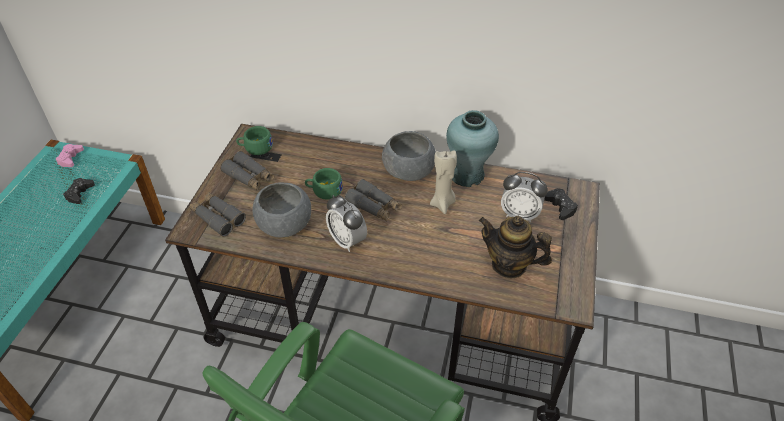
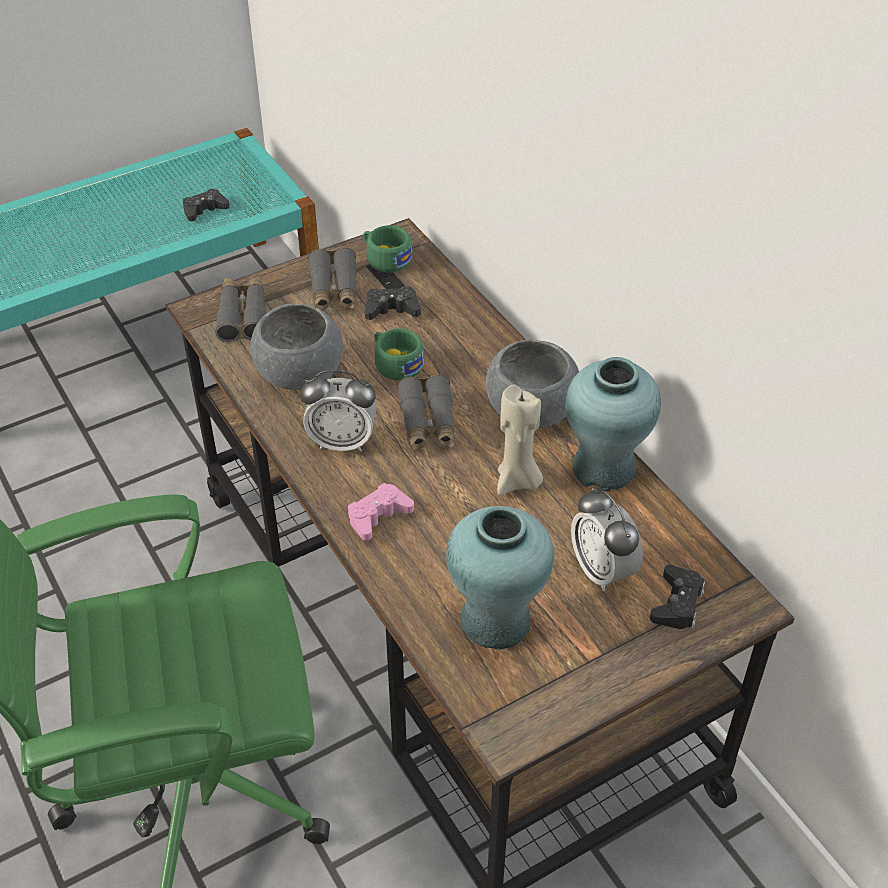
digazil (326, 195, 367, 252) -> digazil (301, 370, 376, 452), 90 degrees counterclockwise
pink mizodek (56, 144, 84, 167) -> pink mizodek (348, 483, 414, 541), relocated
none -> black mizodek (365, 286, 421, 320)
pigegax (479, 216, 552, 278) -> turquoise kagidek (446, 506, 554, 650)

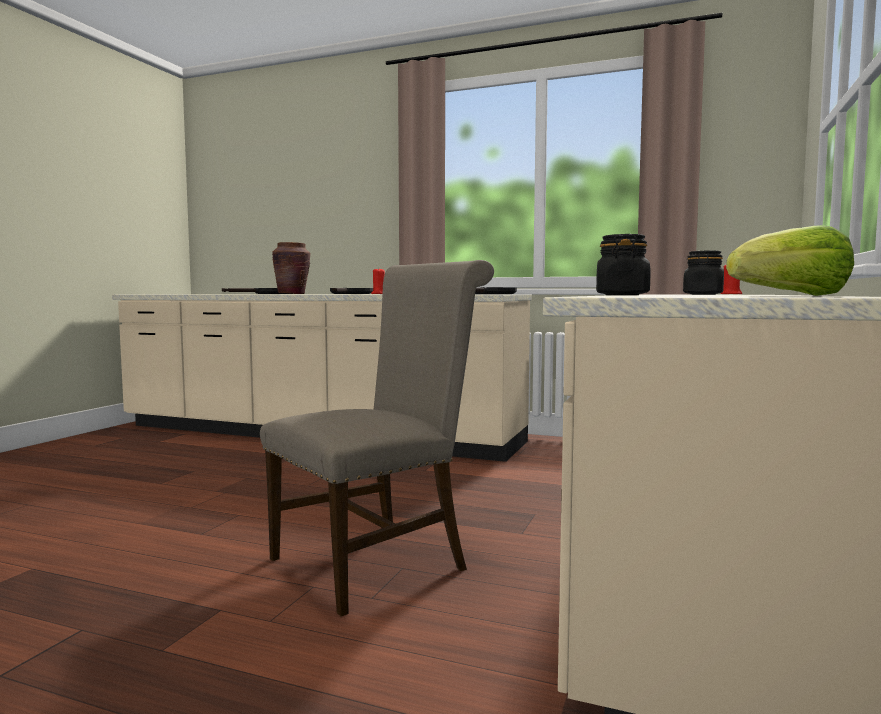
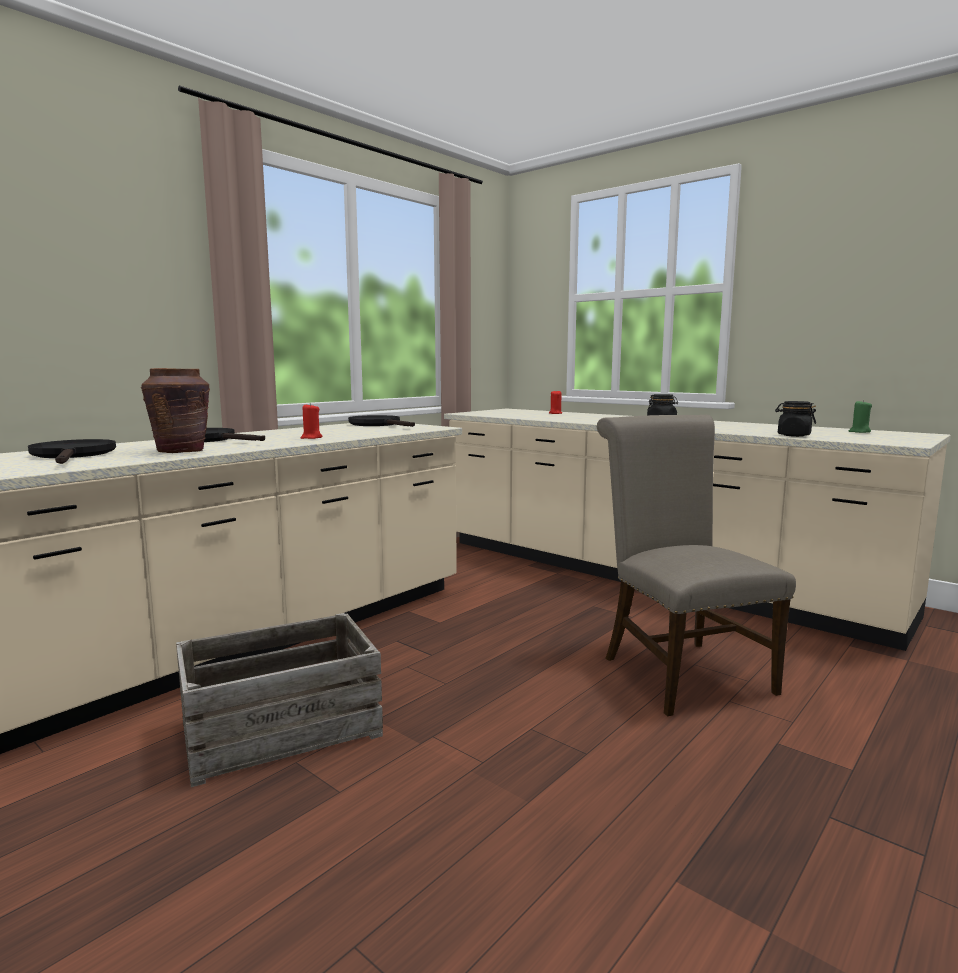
none -> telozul (176, 613, 383, 787)
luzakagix (726, 225, 854, 296) -> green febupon (849, 400, 872, 433)

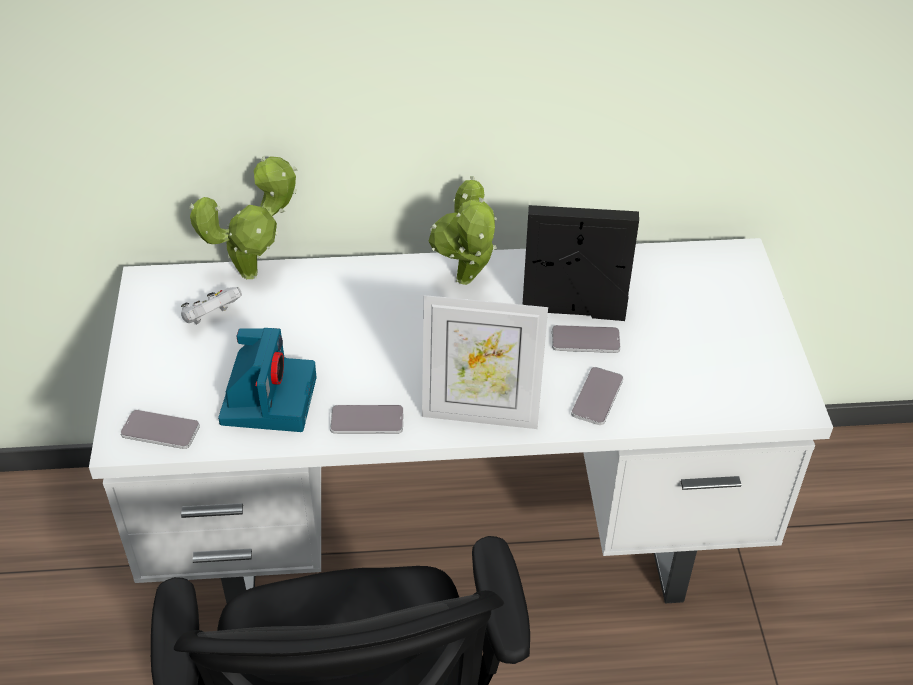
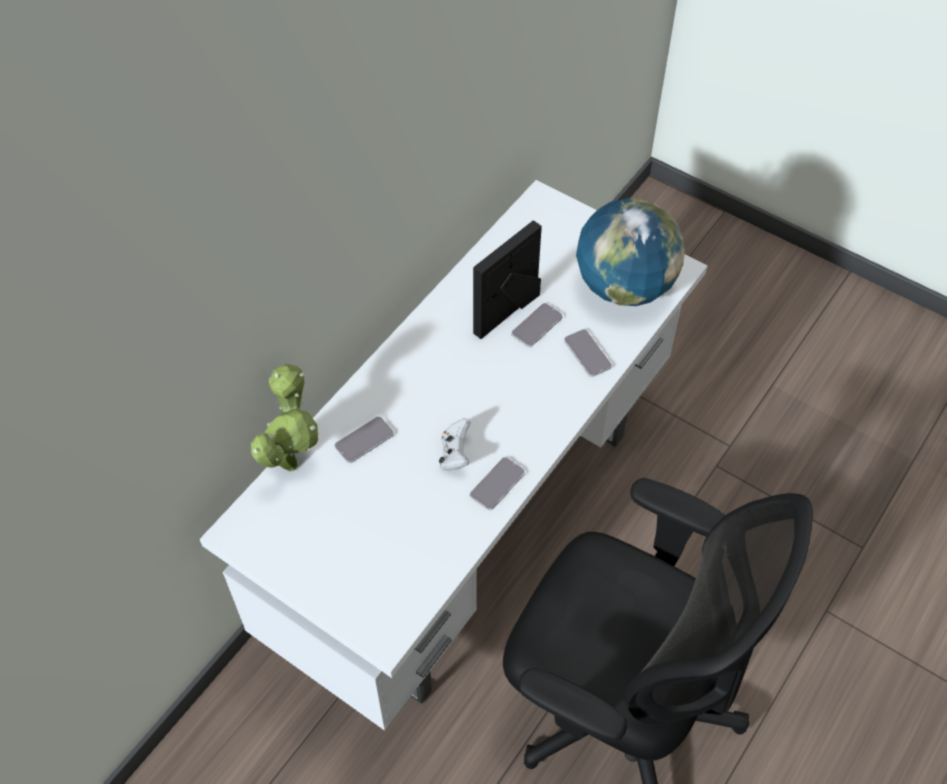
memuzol (120, 410, 200, 449) -> memuzol (335, 416, 394, 463), relocated
white mizodek (181, 287, 242, 325) -> white mizodek (439, 418, 471, 471), relocated
none -> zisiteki (576, 198, 685, 306)
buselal (218, 328, 317, 432) -> none
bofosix (422, 295, 548, 429) -> none
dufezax (429, 176, 497, 285) -> none

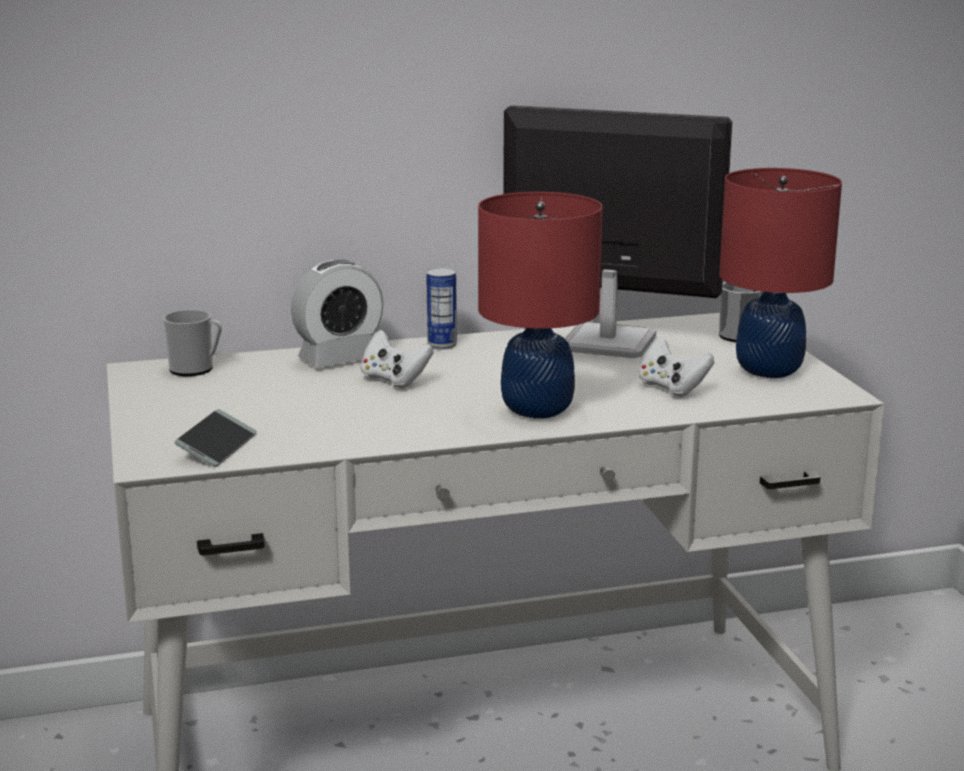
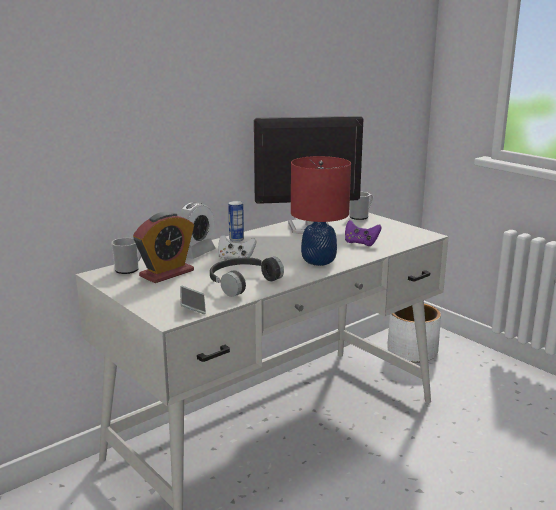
none -> digazil (133, 212, 194, 283)
none -> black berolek (210, 257, 284, 297)
white mizodek (639, 336, 714, 397) -> purple mizodek (345, 220, 382, 246)
none -> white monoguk (387, 303, 441, 363)
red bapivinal (719, 168, 842, 378) -> none

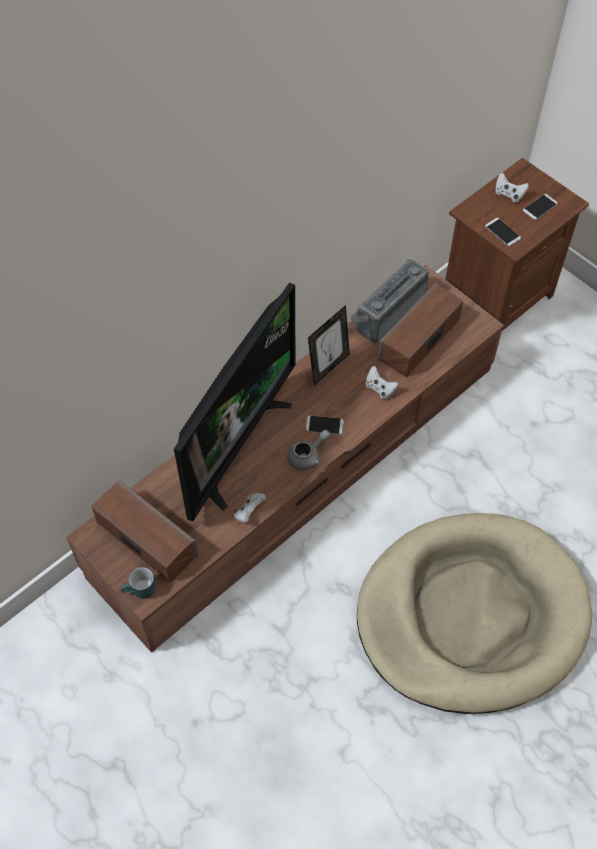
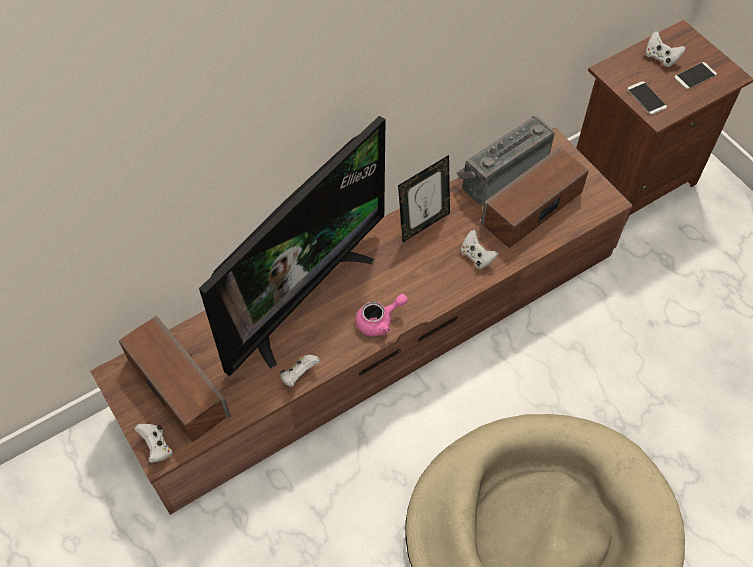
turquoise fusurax (120, 567, 156, 599) -> white mizodek (134, 424, 173, 463)
grey pigegax (287, 430, 330, 470) -> pink pigegax (355, 294, 408, 336)
memuzol (306, 415, 344, 435) -> none

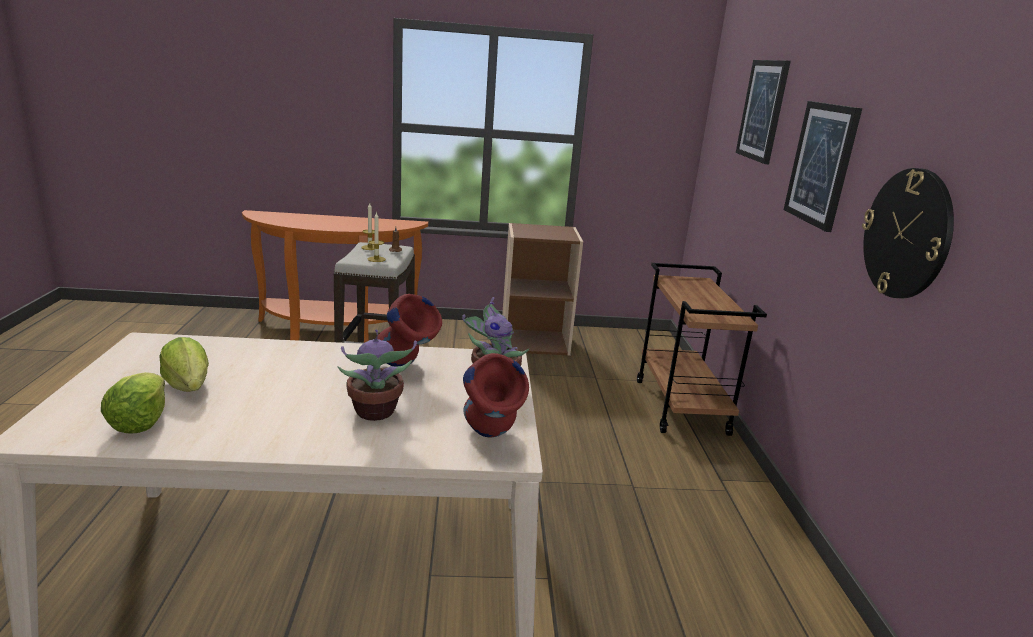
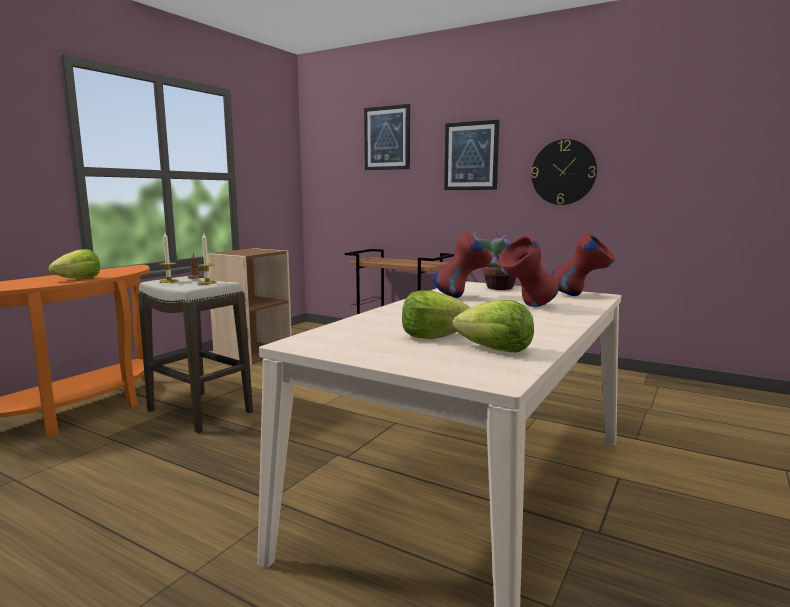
none -> luzakagix (49, 249, 100, 279)
dufezax (338, 329, 417, 421) -> red kagidek (498, 236, 559, 307)

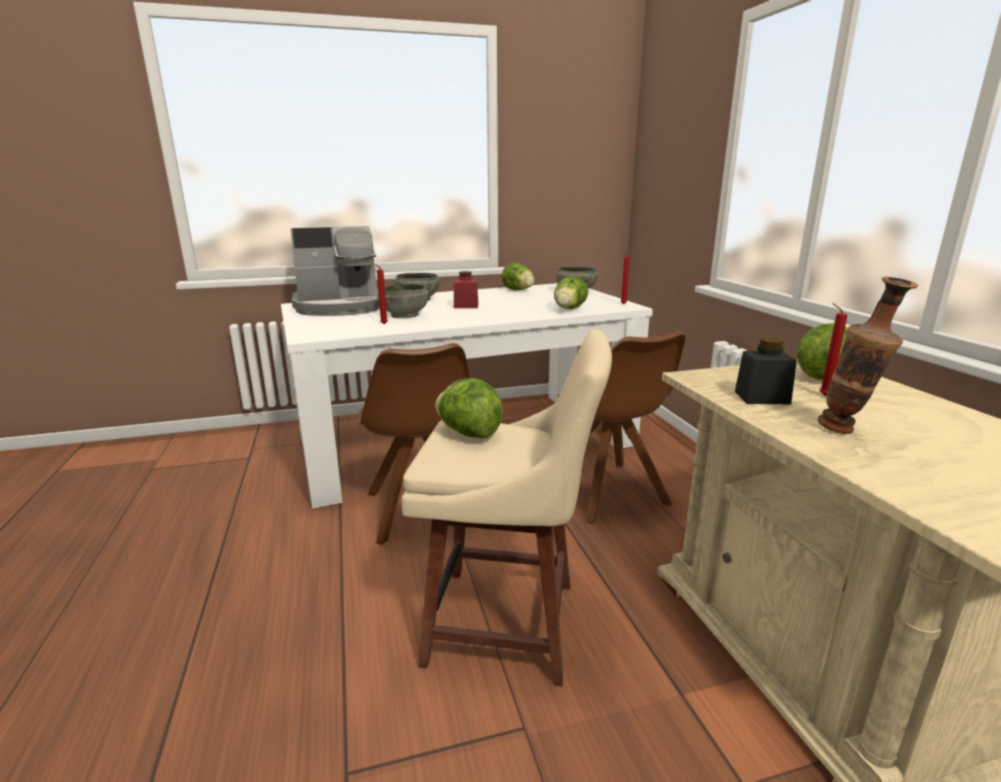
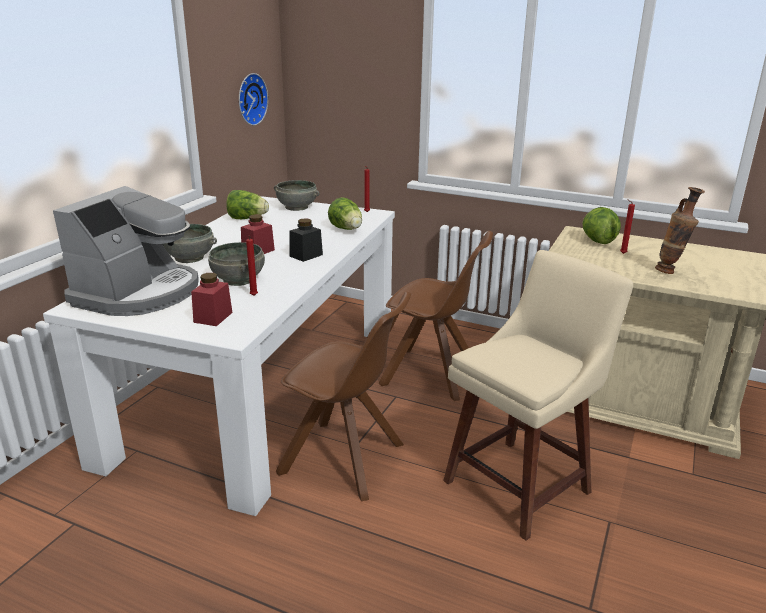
none -> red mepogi (191, 273, 233, 326)
none -> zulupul (239, 73, 268, 126)
black mepogi (735, 337, 797, 404) -> black mepogi (290, 218, 323, 262), relocated
luzakagix (435, 378, 503, 438) -> none

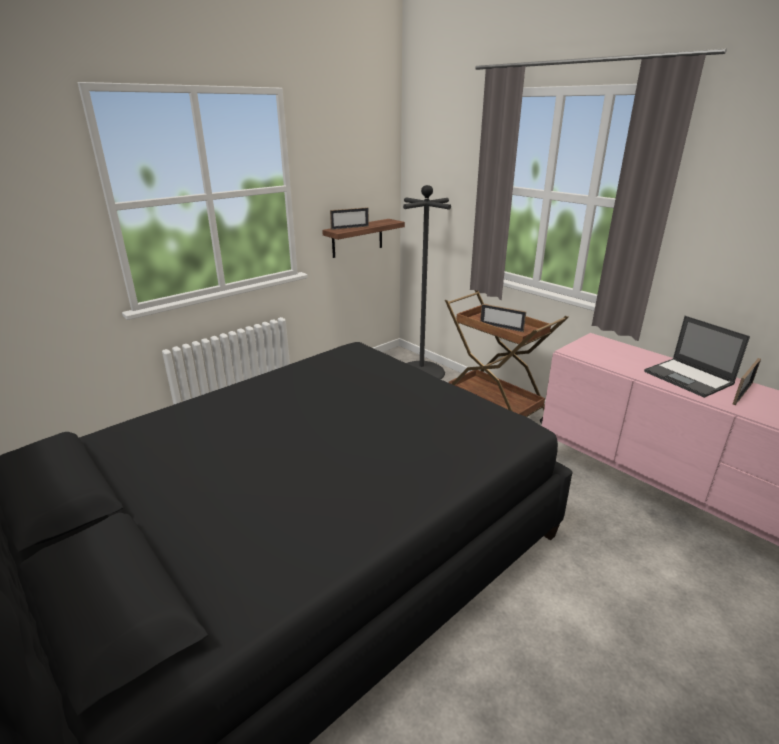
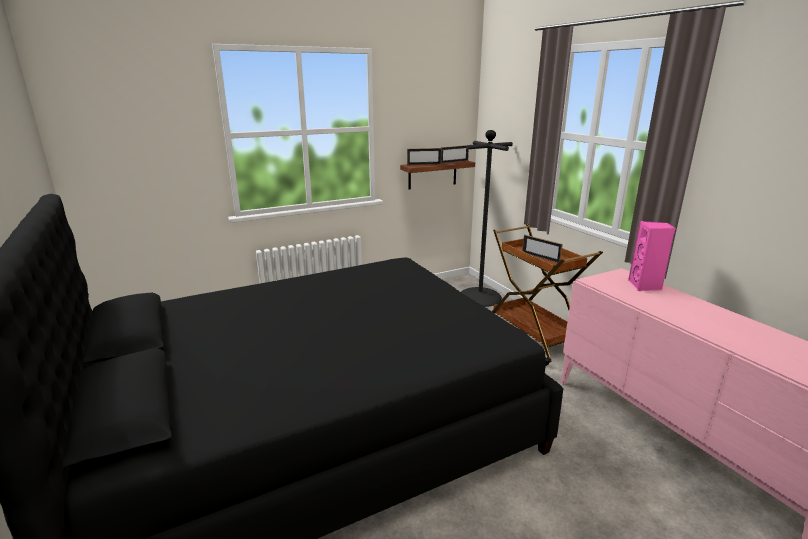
bofosix (733, 358, 761, 405) -> bofosix (441, 145, 469, 164), relocated
none -> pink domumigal (628, 221, 675, 291)
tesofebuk (644, 316, 750, 398) -> none

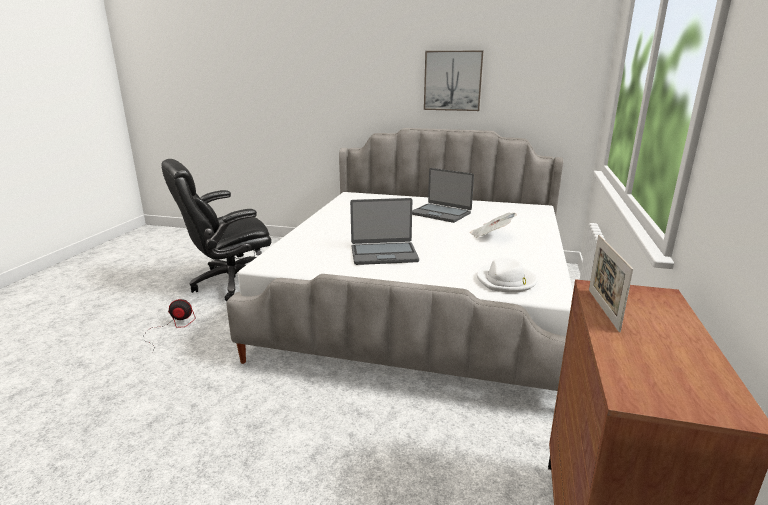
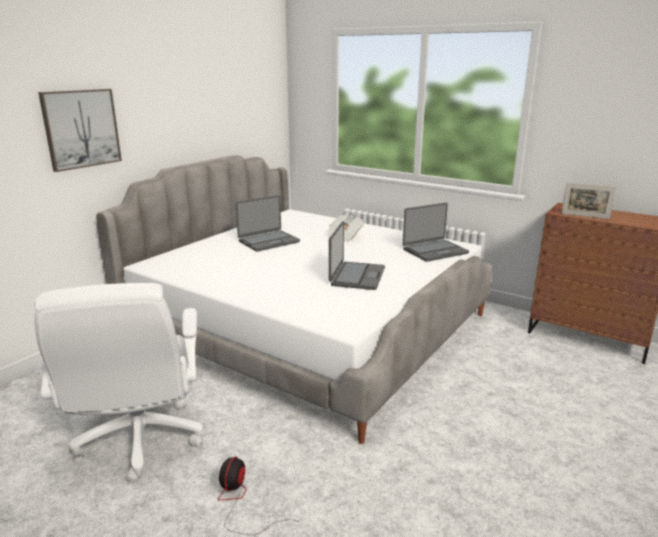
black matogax (161, 159, 271, 301) -> white matogax (35, 283, 203, 483)
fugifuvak (424, 51, 483, 111) -> fugifuvak (38, 89, 122, 172), relocated
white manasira (477, 257, 538, 293) -> tesofebuk (403, 203, 469, 262)

